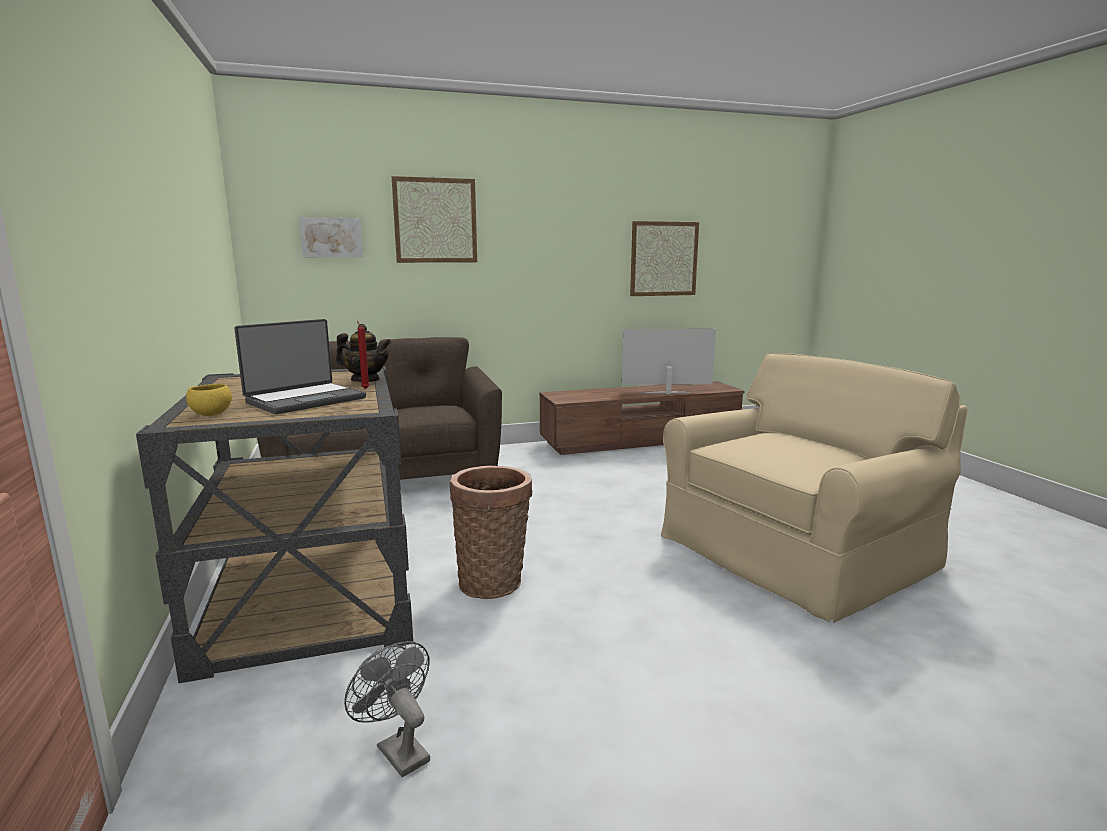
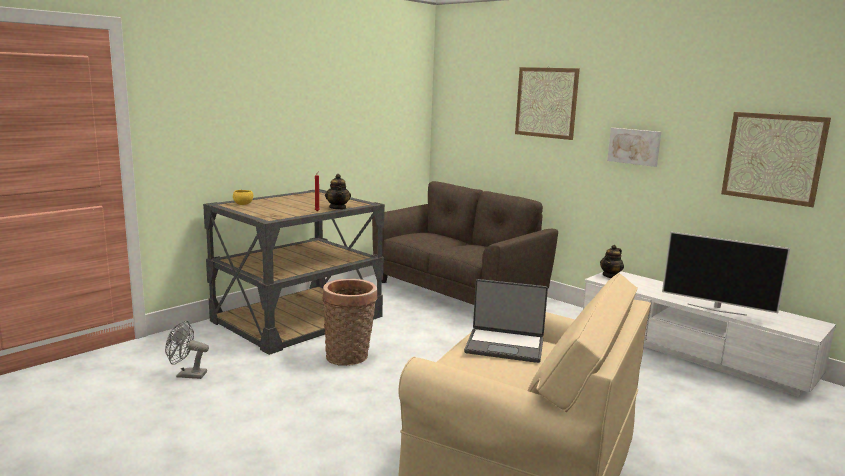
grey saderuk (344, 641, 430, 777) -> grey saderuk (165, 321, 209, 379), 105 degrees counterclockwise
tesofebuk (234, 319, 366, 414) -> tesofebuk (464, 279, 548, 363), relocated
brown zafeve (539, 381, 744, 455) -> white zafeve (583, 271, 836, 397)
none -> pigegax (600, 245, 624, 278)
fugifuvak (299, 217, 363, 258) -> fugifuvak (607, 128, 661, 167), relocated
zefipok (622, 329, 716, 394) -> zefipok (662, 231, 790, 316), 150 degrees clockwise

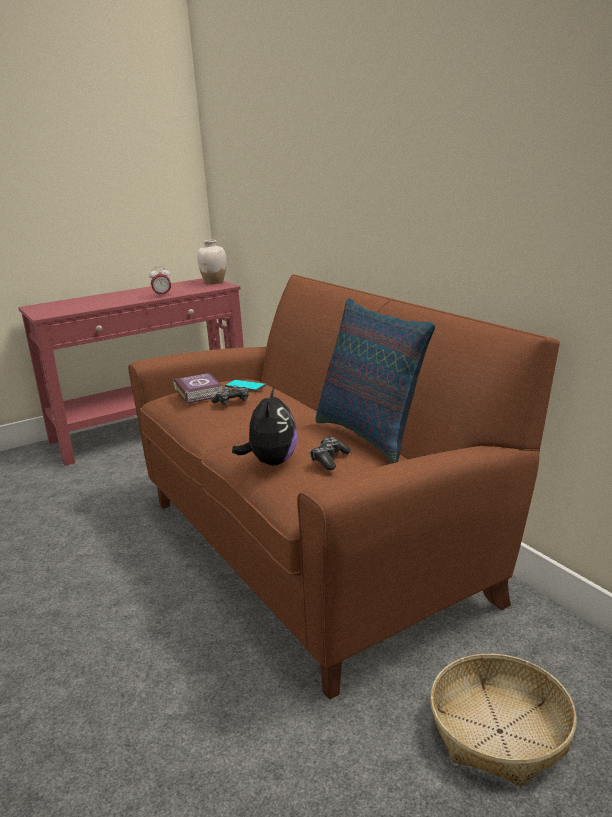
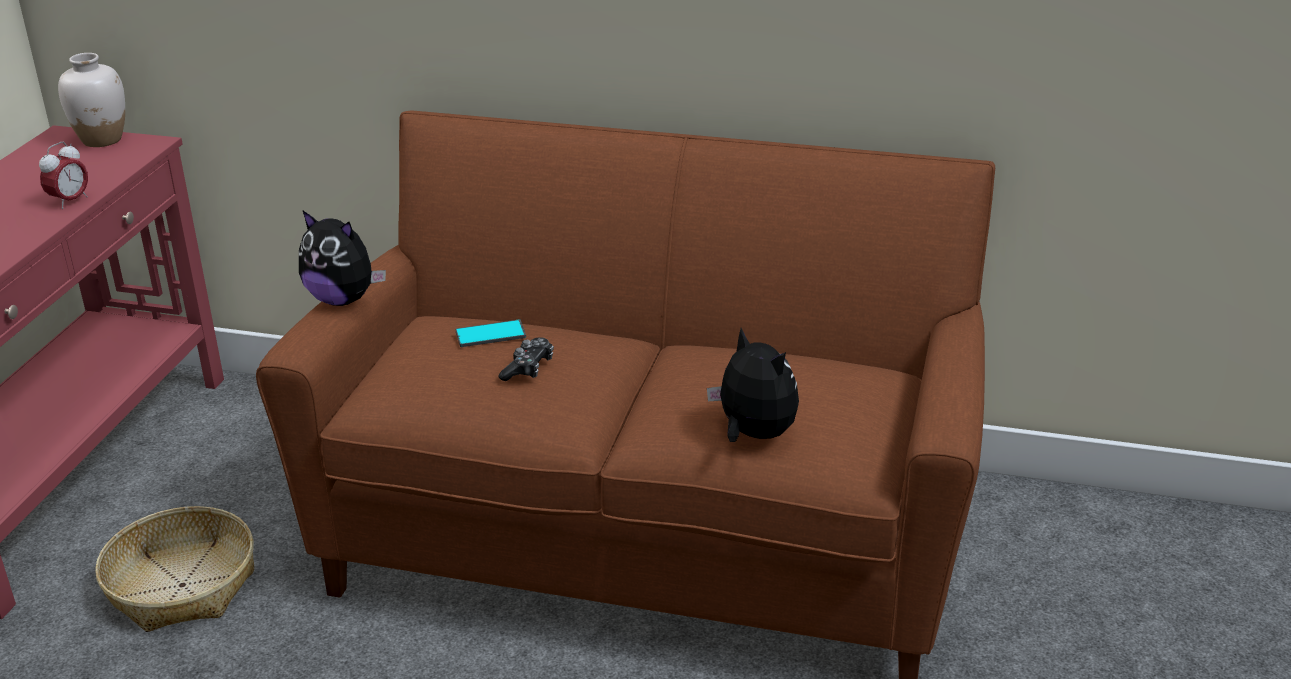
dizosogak (430, 654, 577, 787) -> dizosogak (95, 506, 254, 632), relocated
none -> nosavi (299, 211, 386, 306)
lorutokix (174, 373, 223, 404) -> none
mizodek (310, 437, 351, 470) -> none
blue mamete (316, 298, 435, 463) -> none

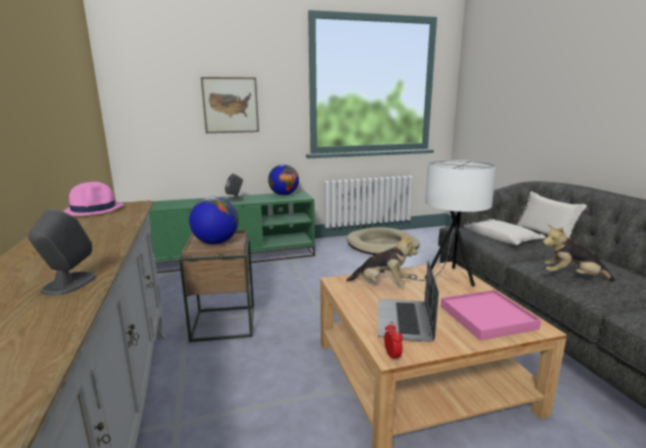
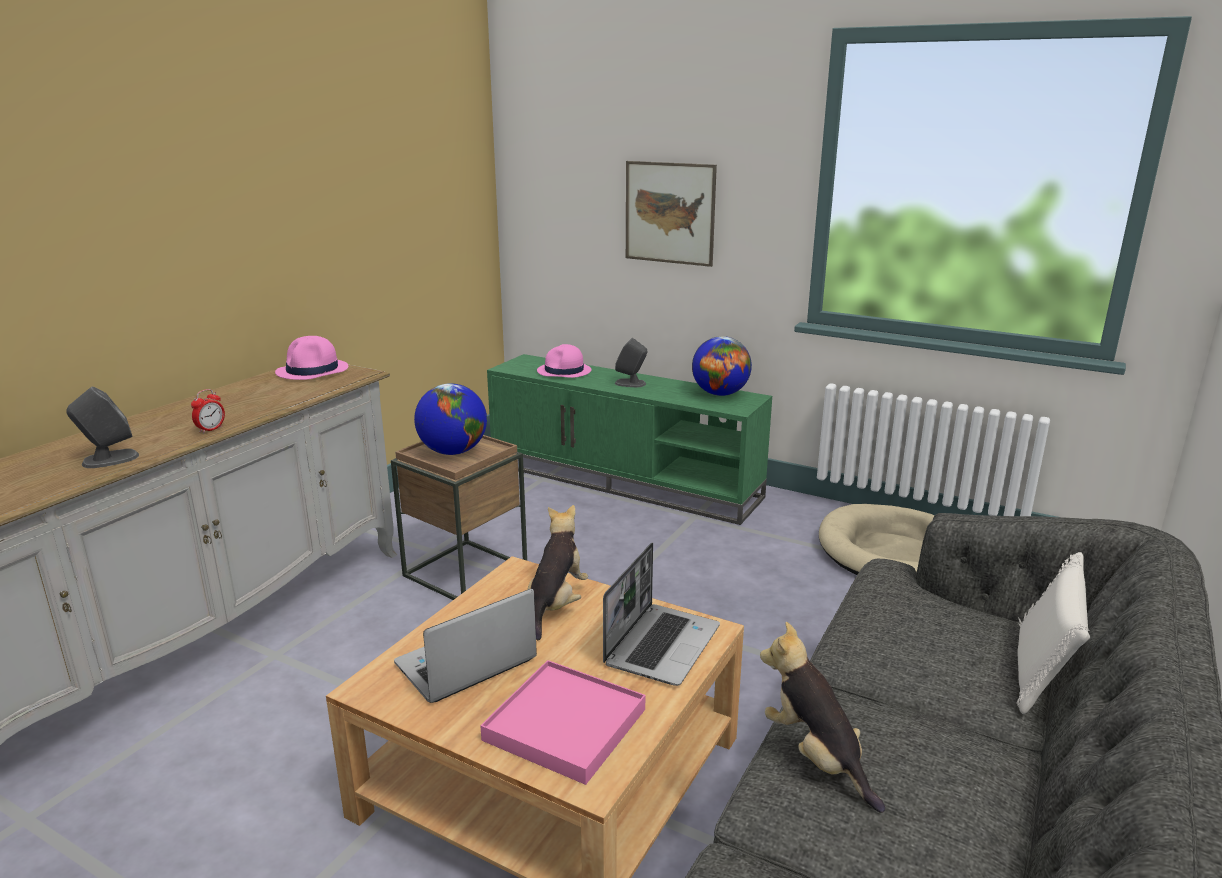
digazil (384, 322, 403, 362) -> digazil (191, 389, 225, 434), relocated
nosavi (346, 233, 418, 285) -> nosavi (527, 505, 588, 640), 135 degrees counterclockwise
none -> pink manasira (537, 344, 591, 378)
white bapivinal (408, 160, 497, 286) -> tesofebuk (603, 543, 720, 686)
white mamete (464, 219, 546, 245) -> none

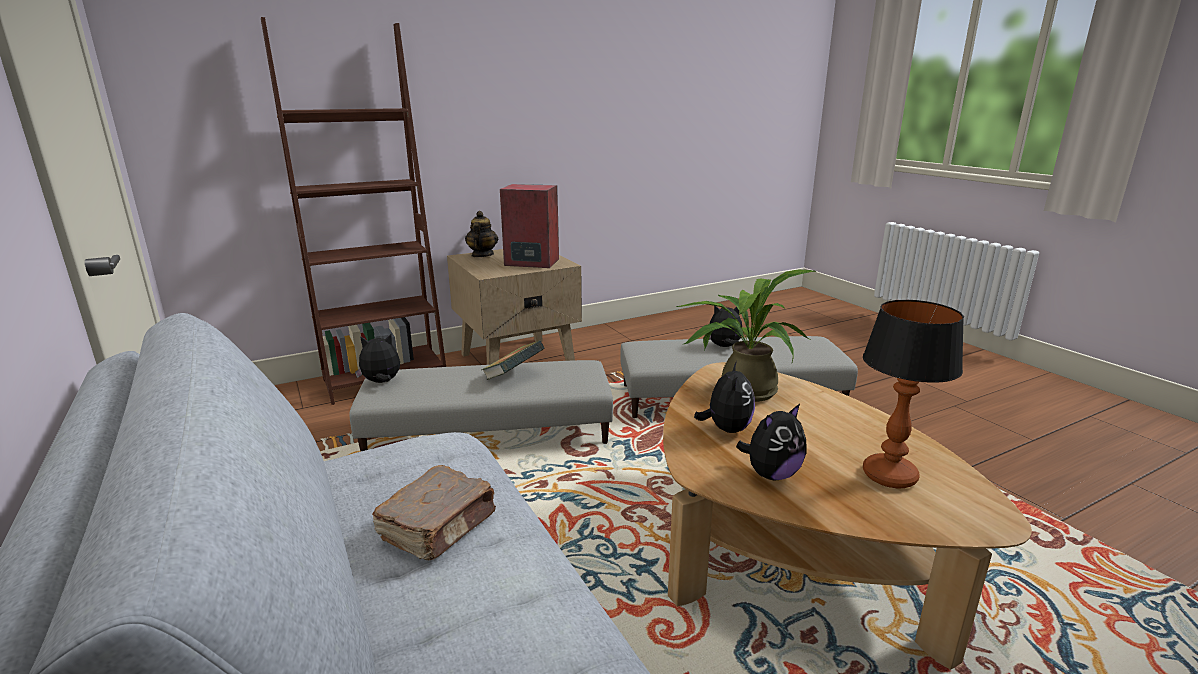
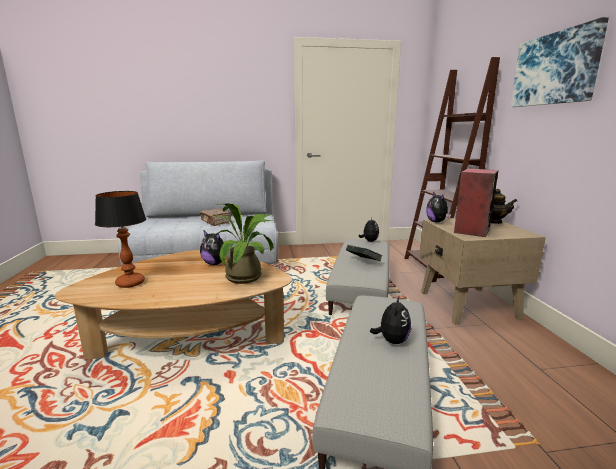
nosavi (736, 404, 807, 480) -> nosavi (426, 192, 451, 222), relocated
none -> fugifuvak (510, 17, 609, 107)

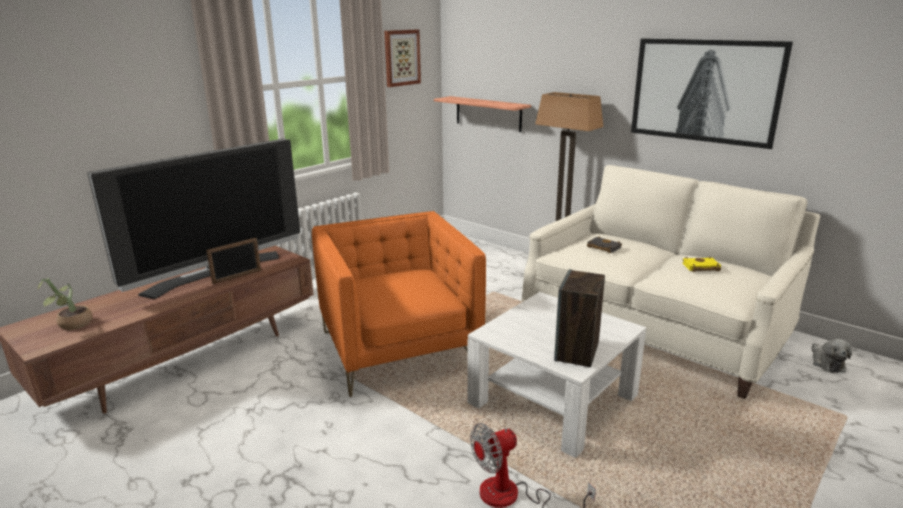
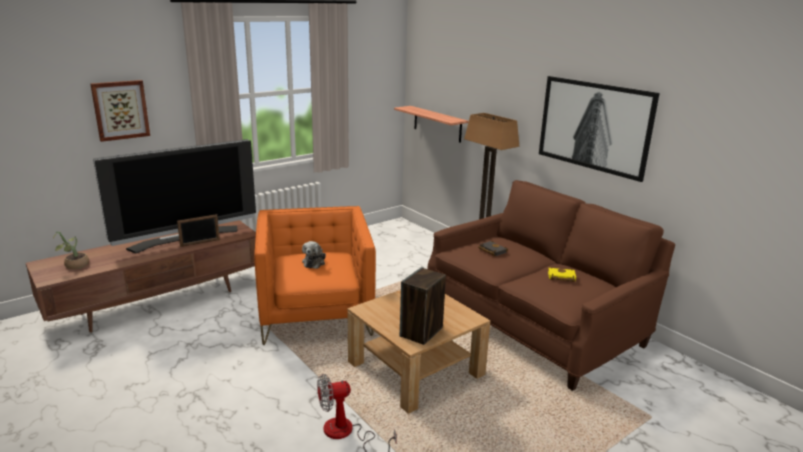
fugifuvak (384, 30, 421, 87) -> fugifuvak (91, 80, 150, 142), relocated
nosavi (811, 339, 852, 373) -> nosavi (302, 241, 326, 269), relocated
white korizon (468, 292, 646, 458) -> brown korizon (348, 290, 490, 414)
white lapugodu (521, 165, 820, 399) -> brown lapugodu (427, 180, 675, 391)

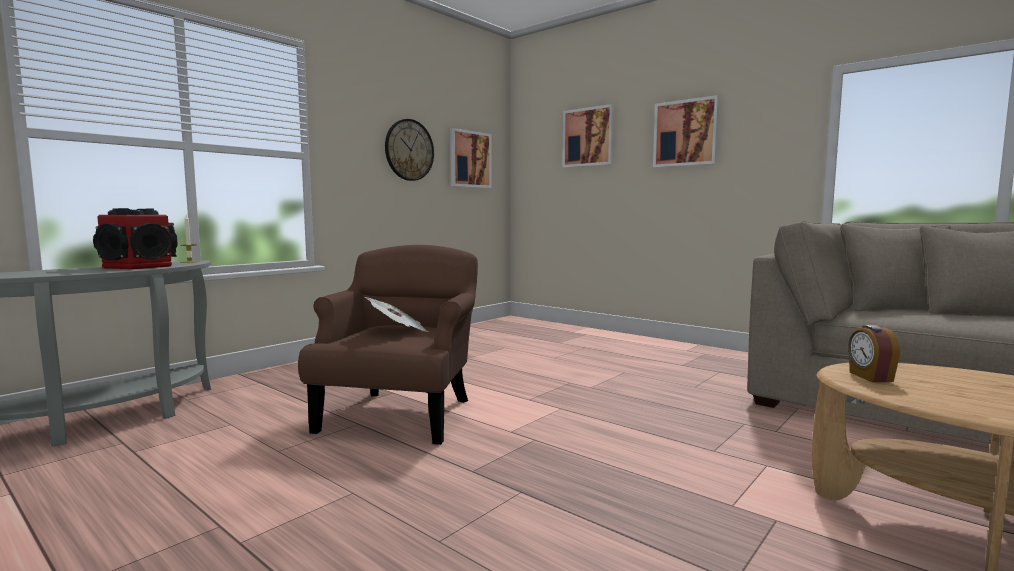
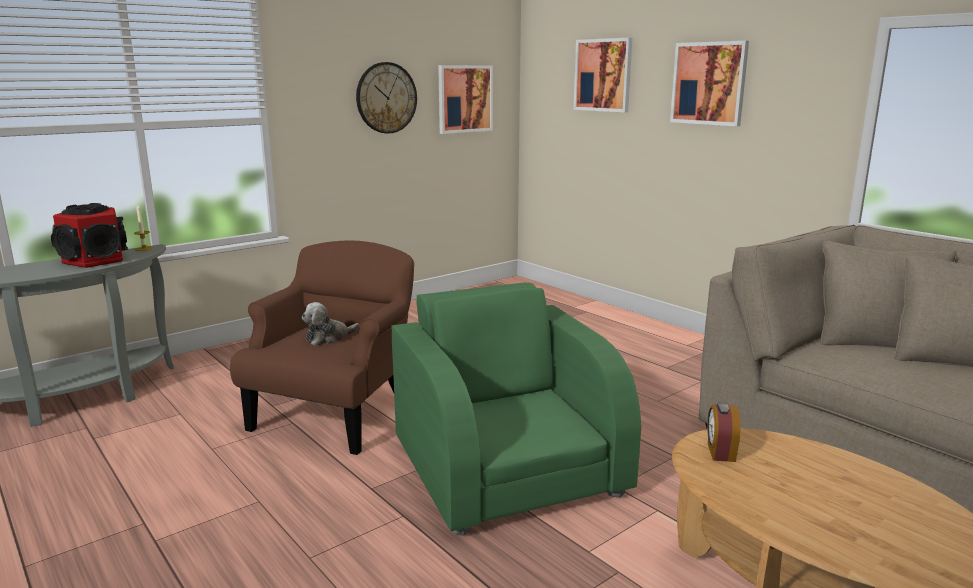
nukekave (365, 297, 428, 332) -> nosavi (302, 302, 360, 346)
none -> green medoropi (392, 282, 641, 536)

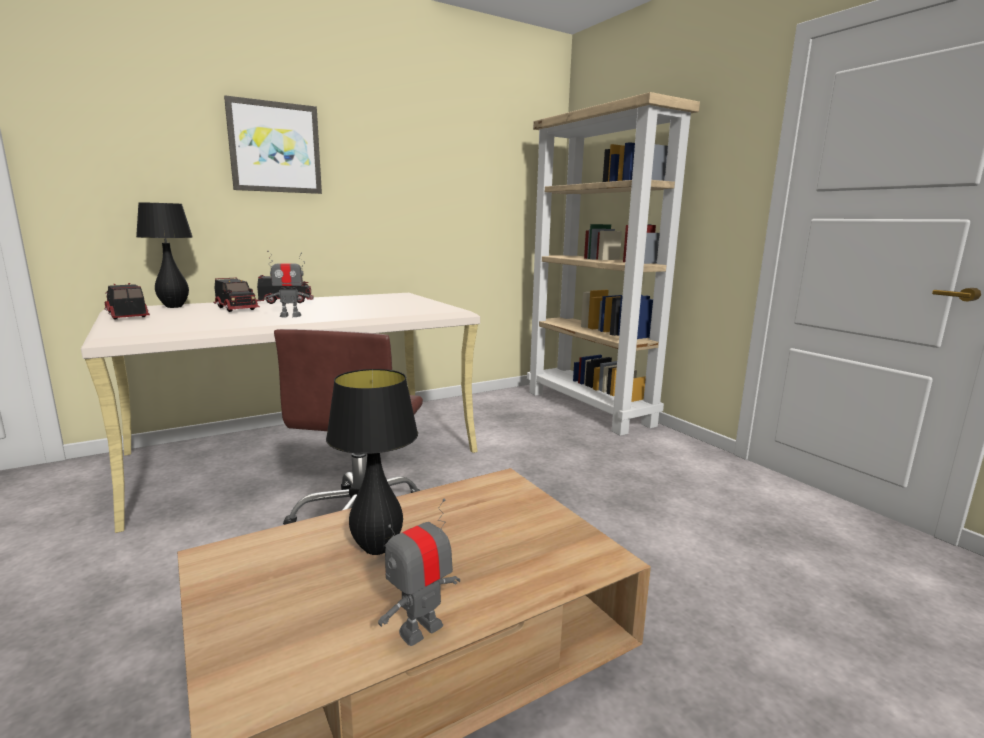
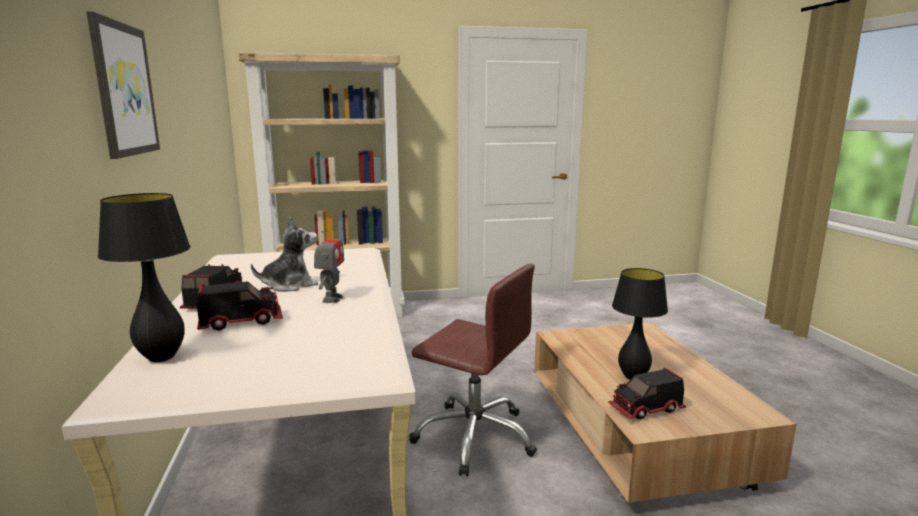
none -> nosavi (251, 217, 318, 292)
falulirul (104, 283, 150, 319) -> falulirul (608, 368, 686, 420), relocated
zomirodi (378, 499, 460, 646) -> none

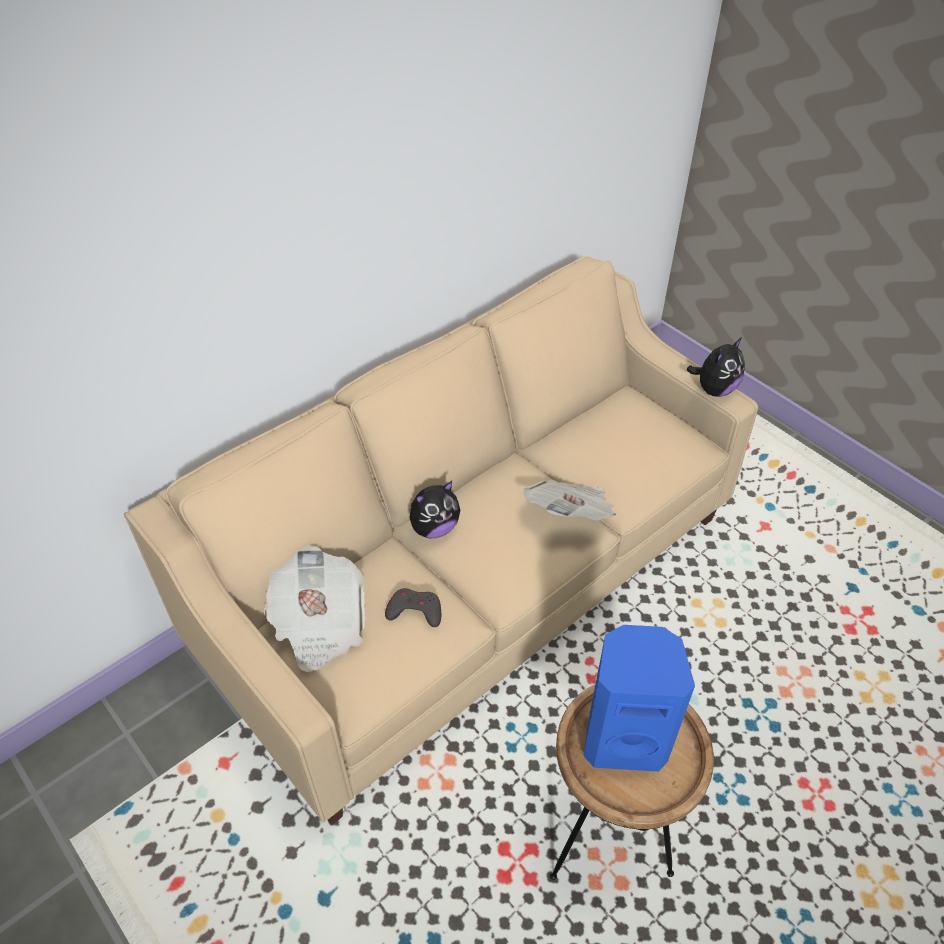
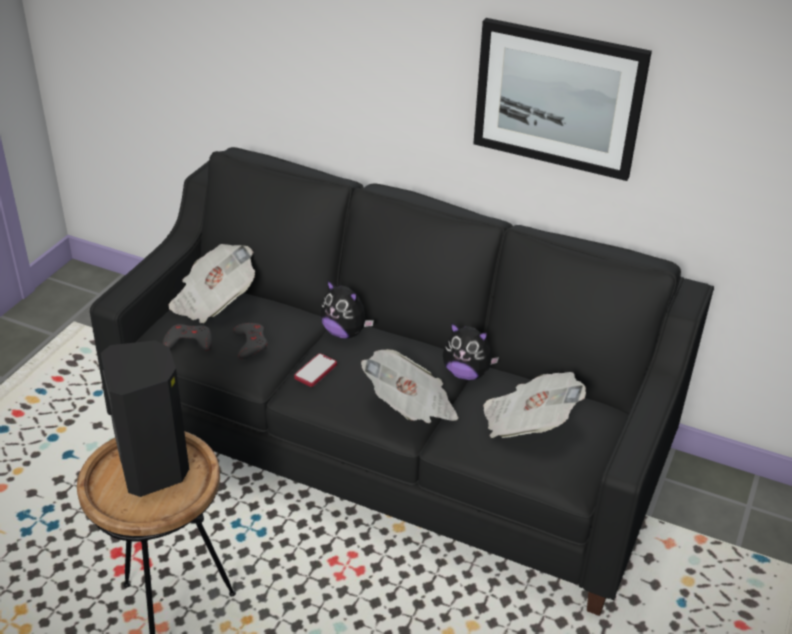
beige lapugodu (124, 256, 758, 825) -> black lapugodu (90, 147, 714, 616)
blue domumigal (583, 625, 695, 772) -> black domumigal (100, 340, 189, 497)
none -> grey mizodek (163, 324, 212, 351)
none -> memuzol (294, 354, 337, 387)
nosavi (687, 337, 745, 397) -> nosavi (443, 322, 499, 380), relocated
none -> fugifuvak (473, 18, 652, 181)
none -> nukekave (483, 372, 586, 438)

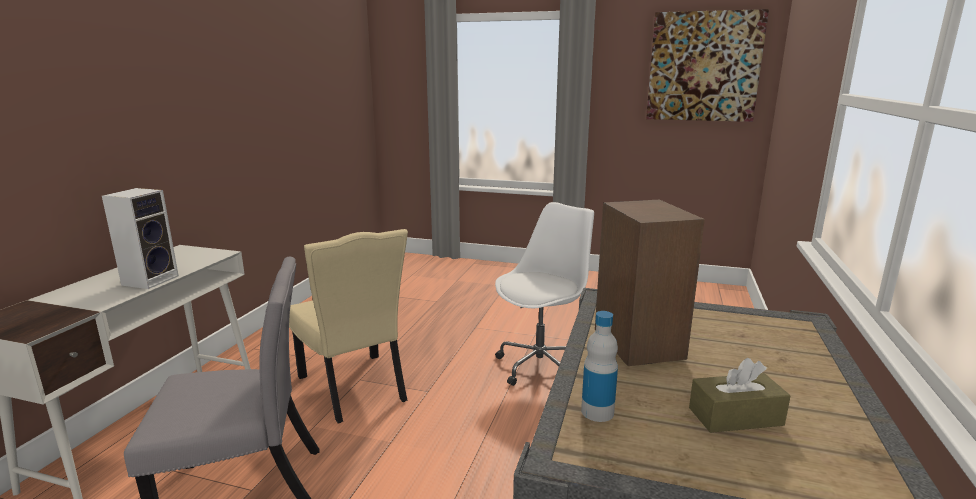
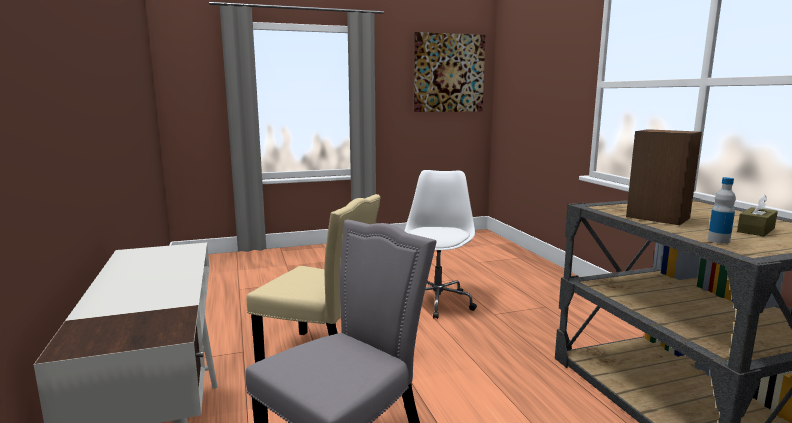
domumigal (102, 188, 179, 289) -> none

